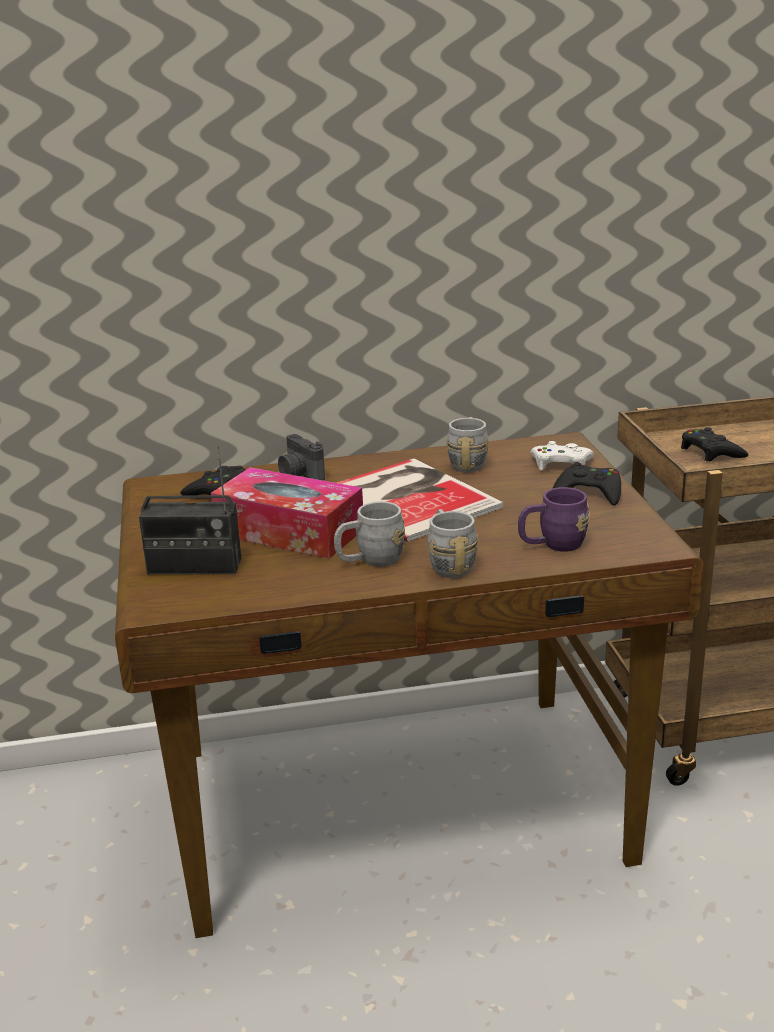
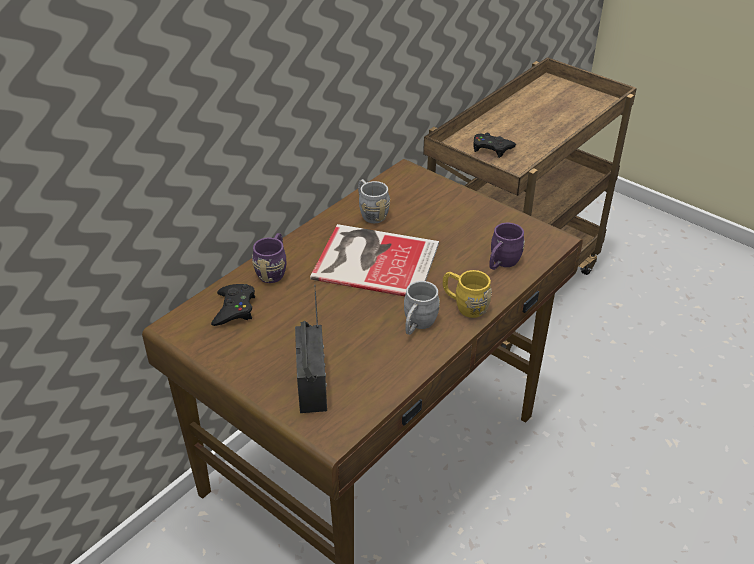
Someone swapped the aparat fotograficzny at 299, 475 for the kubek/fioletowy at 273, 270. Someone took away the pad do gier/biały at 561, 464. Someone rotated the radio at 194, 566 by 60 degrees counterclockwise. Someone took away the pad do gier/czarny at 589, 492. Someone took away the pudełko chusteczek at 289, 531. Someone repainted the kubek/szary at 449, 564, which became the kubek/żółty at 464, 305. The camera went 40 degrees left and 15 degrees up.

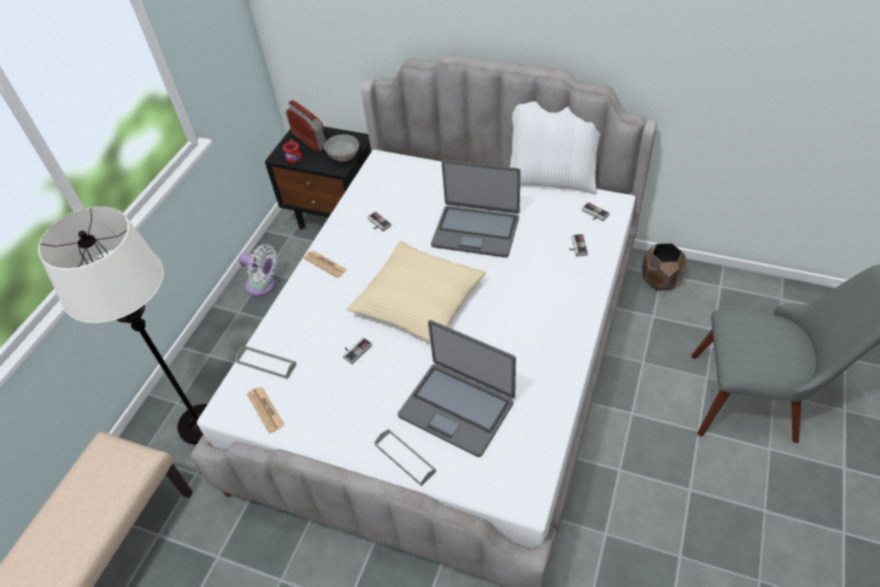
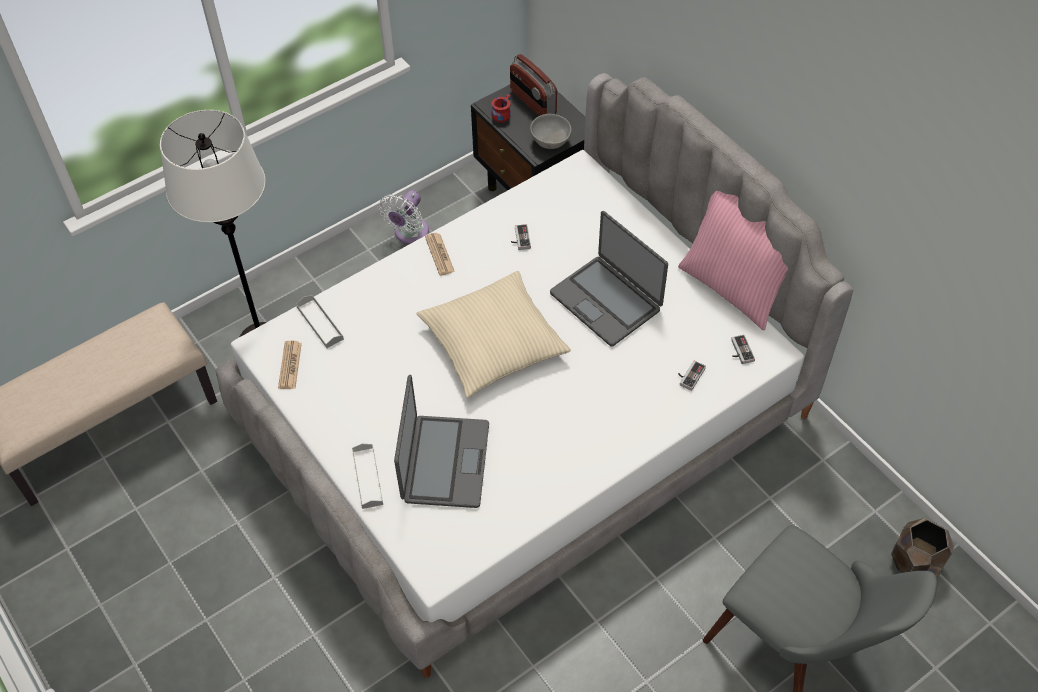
Someone rotated the radio at 310, 140 by 150 degrees clockwise. Someone repainted the poduszka/biały at 552, 179, which became the poduszka/różowy at 733, 288. Someone carried the donica/brązowy from 660, 280 to 916, 562. Someone rotated the wentylator/biały at 263, 285 by 60 degrees clockwise. Someone rotated the laptop at 457, 408 by 150 degrees counterclockwise. Someone took away the pad do gier at 355, 350. The camera went 30 degrees right and 5 degrees up.

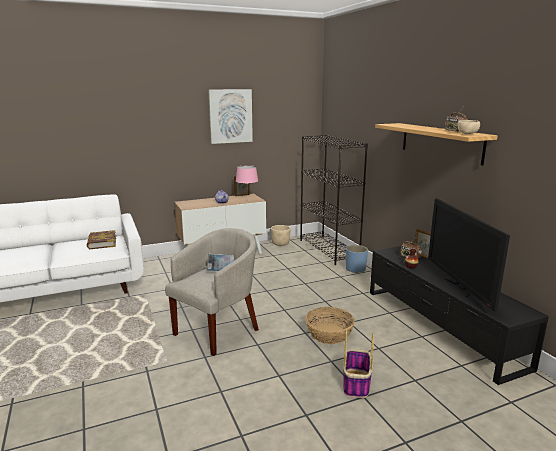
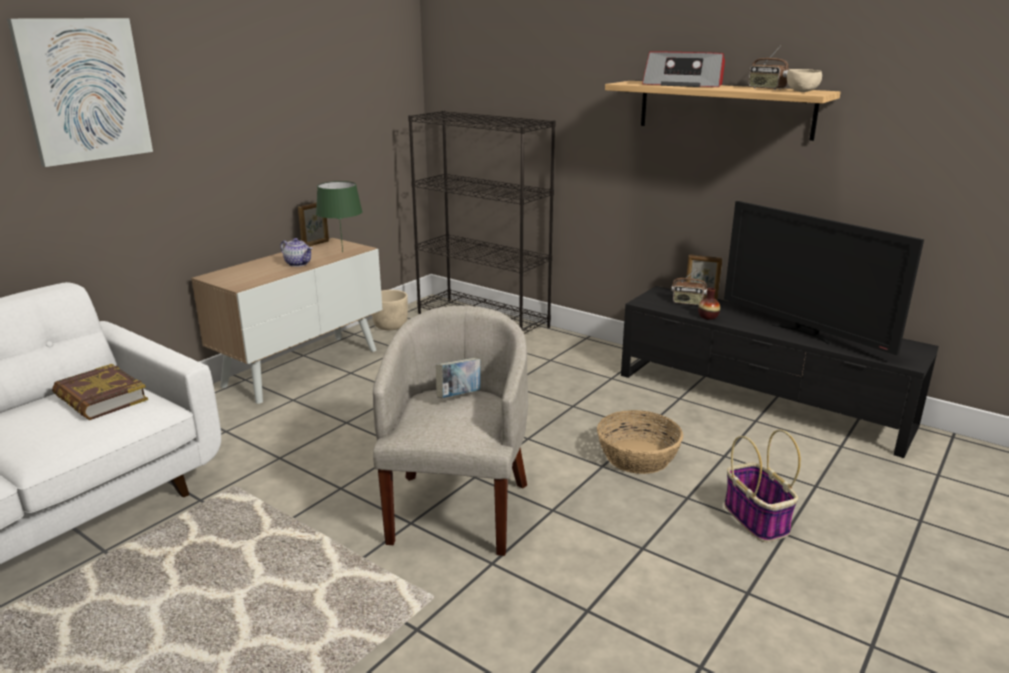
Someone carried the obraz from 230, 116 to 84, 90. Someone repainted the lampa stołowa/różowy at 247, 200, which became the lampa stołowa/zielony at 343, 252. Someone took away the donica/niebieski at 355, 269. Someone put down the radio at 684, 85. The camera went 30 degrees left and 5 degrees up.

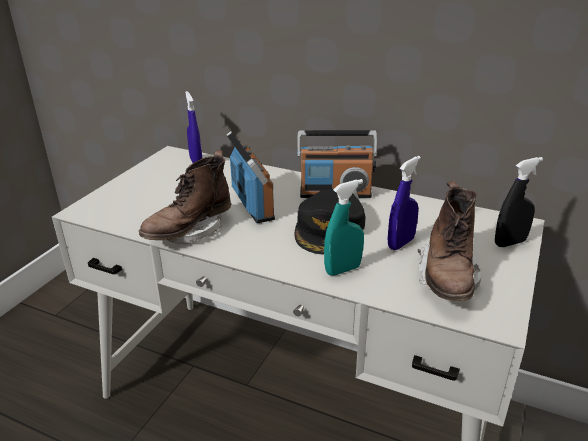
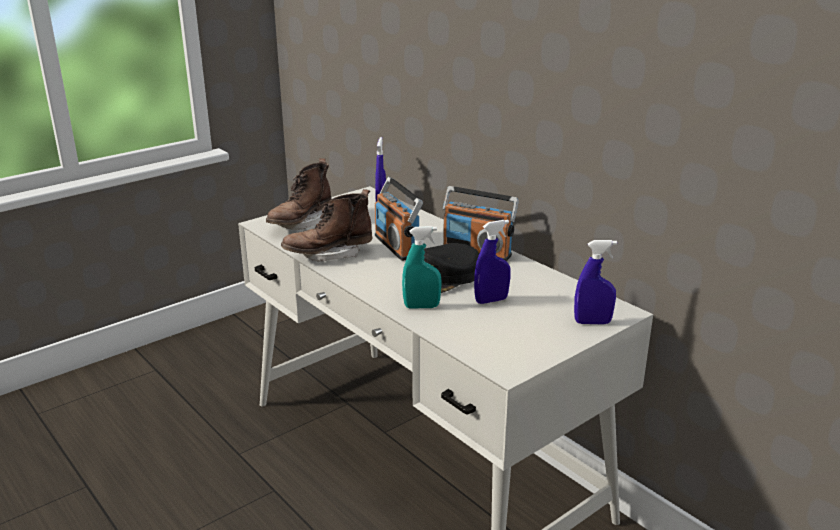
Someone rotated the radio at 253, 205 by 150 degrees clockwise. Someone repainted the spryskiwacz/czarny at 510, 243, which became the spryskiwacz/niebieski at 592, 322. Someone carried the but z cholewką/brązowy from 447, 279 to 301, 223. The camera went 25 degrees right and 5 degrees down.

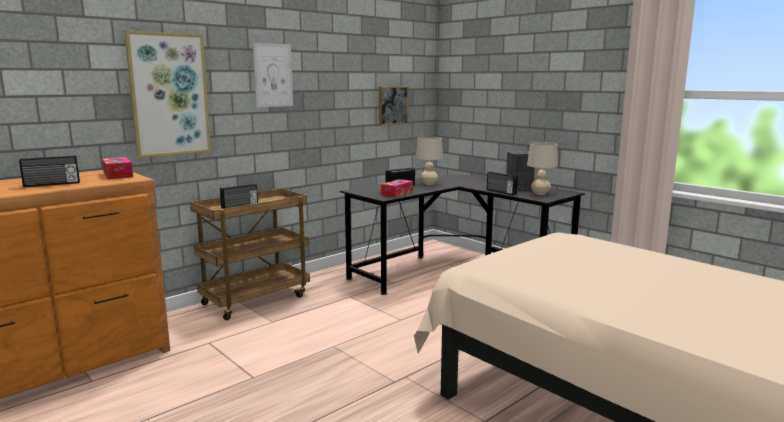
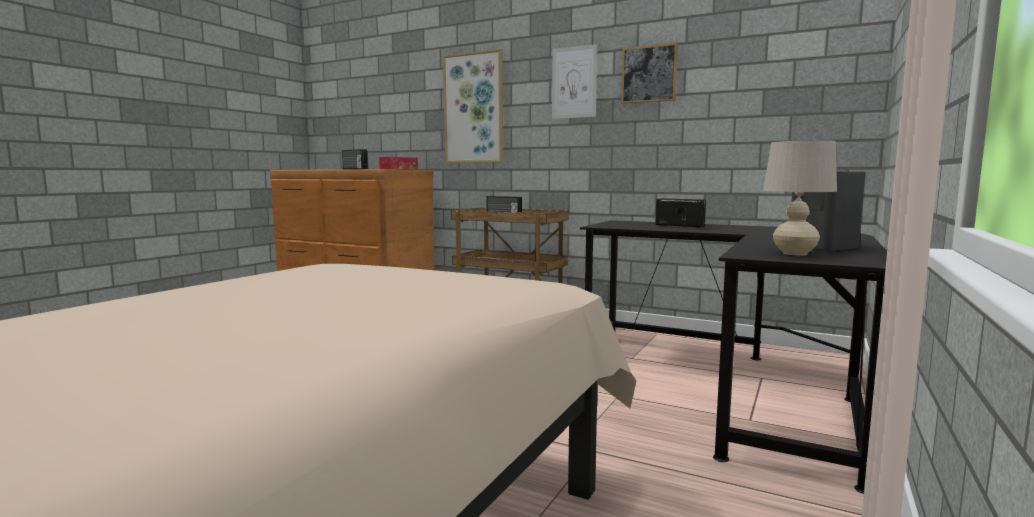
Someone carried the obraz from 392, 105 to 649, 74. Someone took away the lampa stołowa/beżowy at 428, 184. Someone took away the radio at 501, 192. Someone took away the pudełko chusteczek at 397, 193. The camera went 70 degrees right and 5 degrees down.

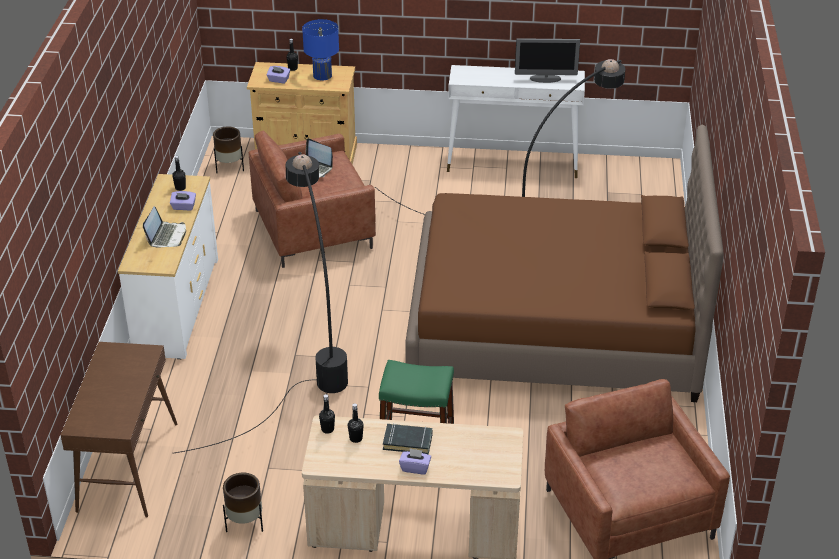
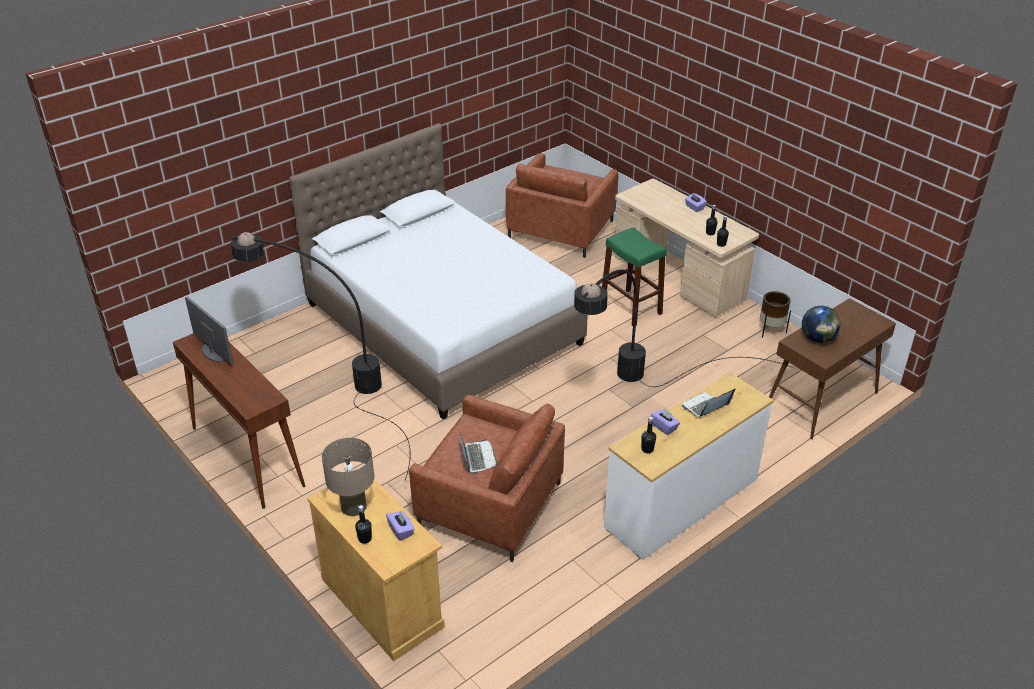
Someone repainted the lampa stołowa/niebieski at 322, 75, which became the lampa stołowa/beżowy at 353, 506. Someone repainted the stolik konsolowy/biały at 513, 163, which became the stolik konsolowy/brązowy at 246, 456. Someone repainted the łóżko/brązowy at 554, 325, which became the łóżko/biały at 443, 323. Someone took away the donica/brązowy at 230, 167. Someone took away the książka/czarny at 407, 441. Someone put down the globus at 817, 338. The camera went 135 degrees left and 0 degrees up.

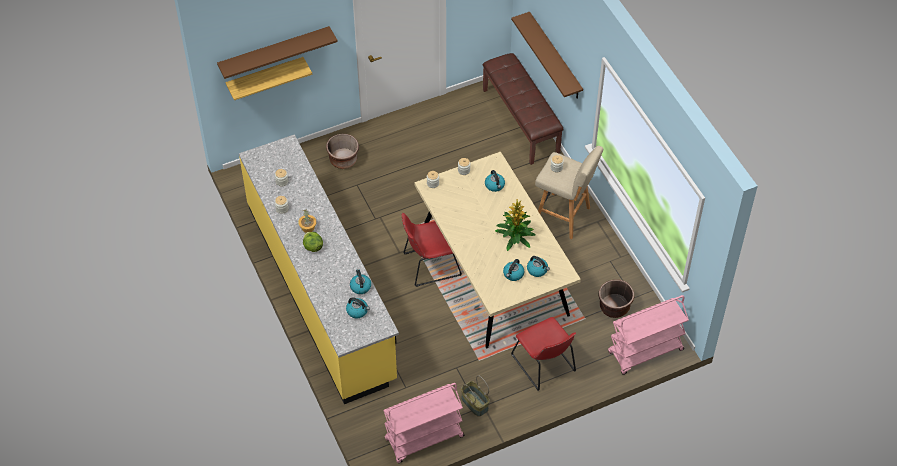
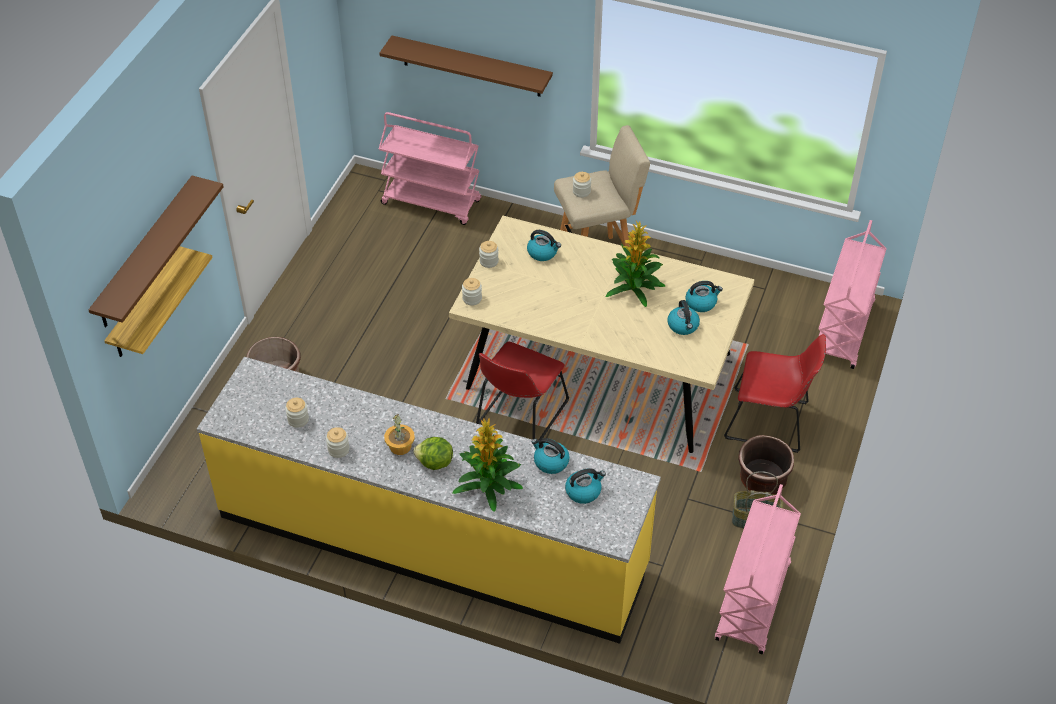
Someone swapped the ławka/brązowy at 521, 121 for the wózek/różowy at 432, 202. Someone carried the donica/brązowy from 614, 307 to 762, 480. Someone put down the roślina doniczkowa at 489, 485. The camera went 45 degrees left and 5 degrees down.

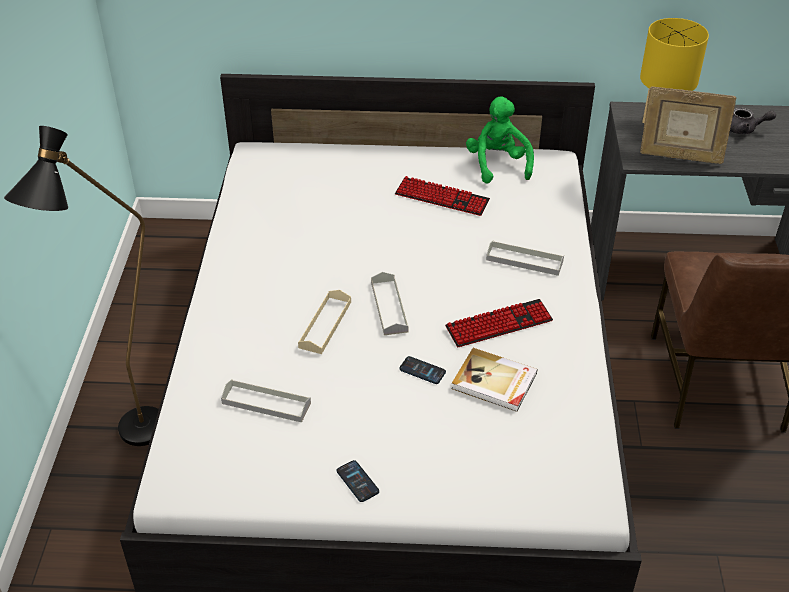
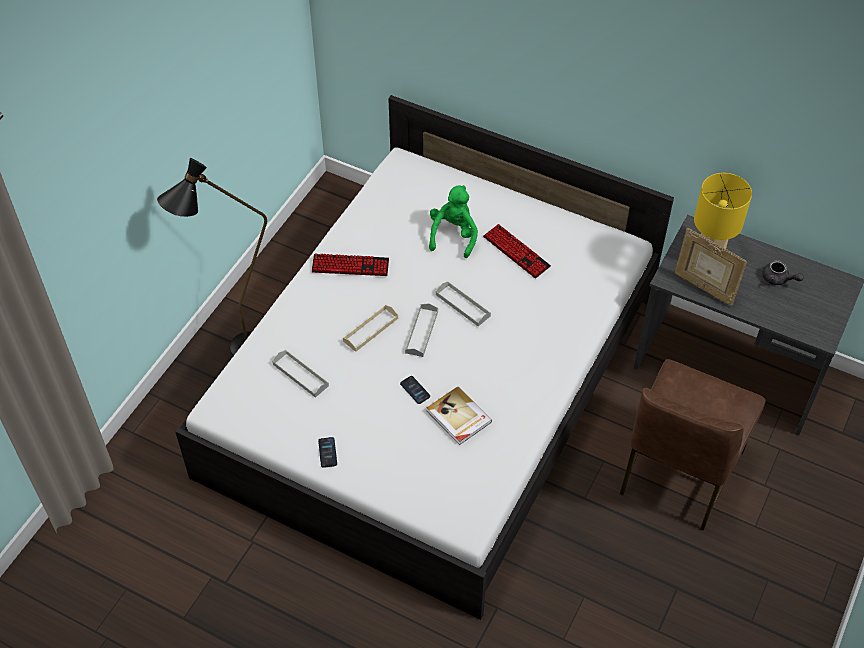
Someone carried the pluszak/zielony from 498, 164 to 453, 235. Someone carried the taca/szary from 524, 260 to 463, 305. Someone carried the klawiatura from 499, 324 to 350, 266. The camera went 25 degrees right and 10 degrees up.

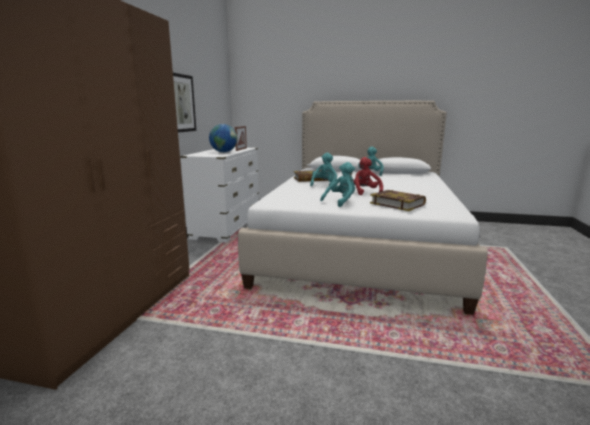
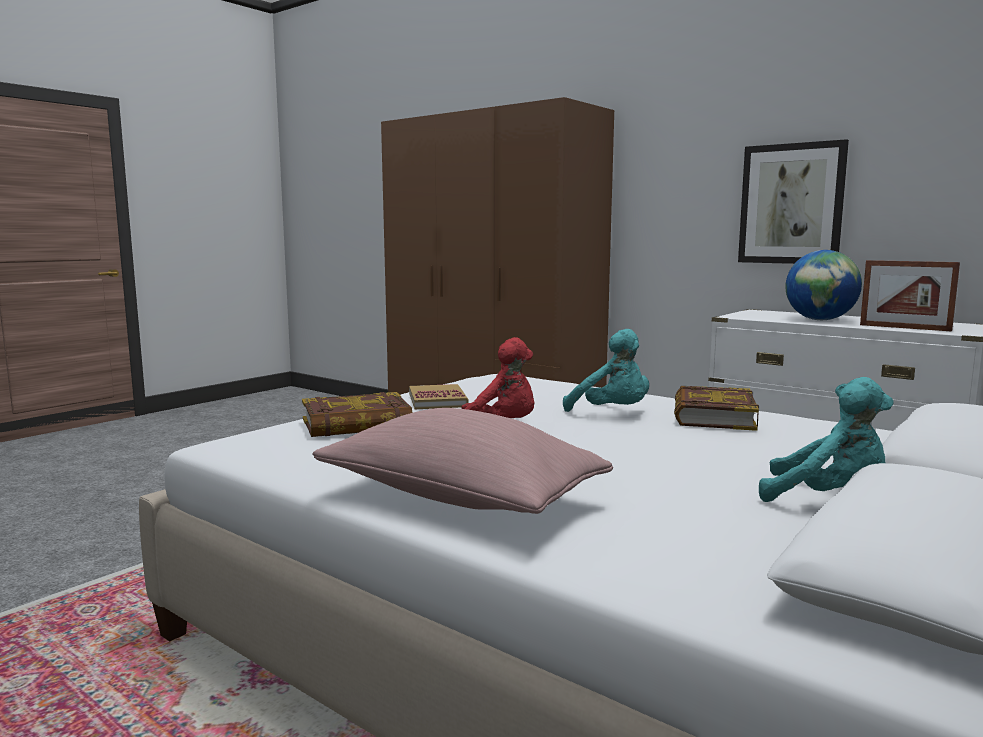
Someone swapped the pluszak/turkusowy at 341, 201 for the książka at 437, 400. Someone put down the poduszka/różowy at 459, 499. The camera went 115 degrees right and 5 degrees down.

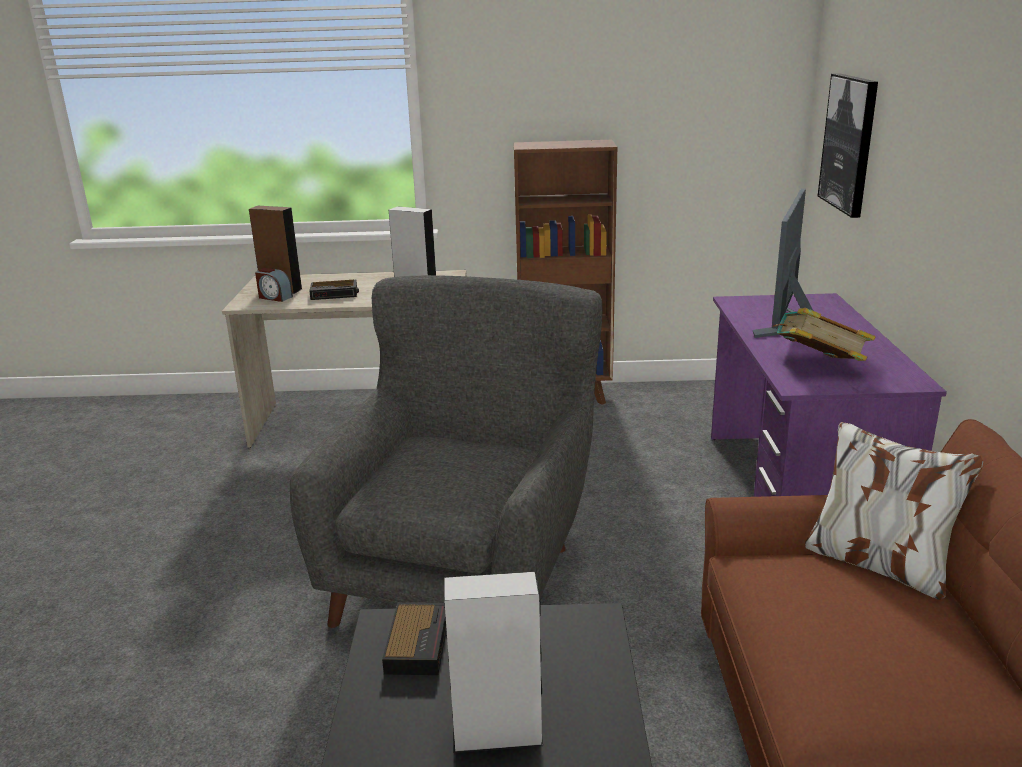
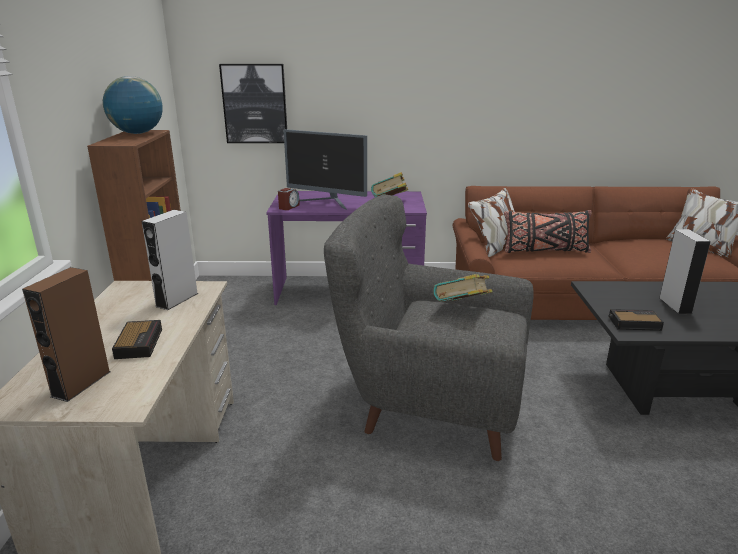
Someone carried the budzik from 274, 297 to 289, 207. Someone put down the globus at 137, 133. Someone put down the poduszka/czarny at 545, 250. Someone put down the książka at 461, 309. The camera went 90 degrees left and 0 degrees up.

